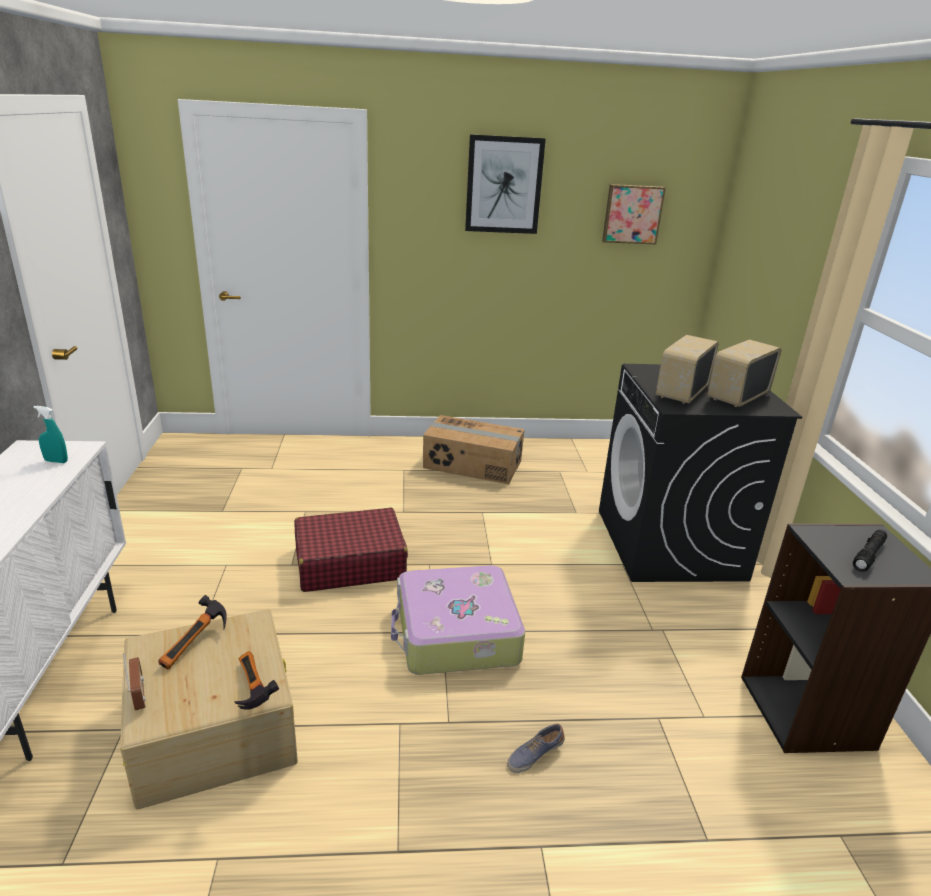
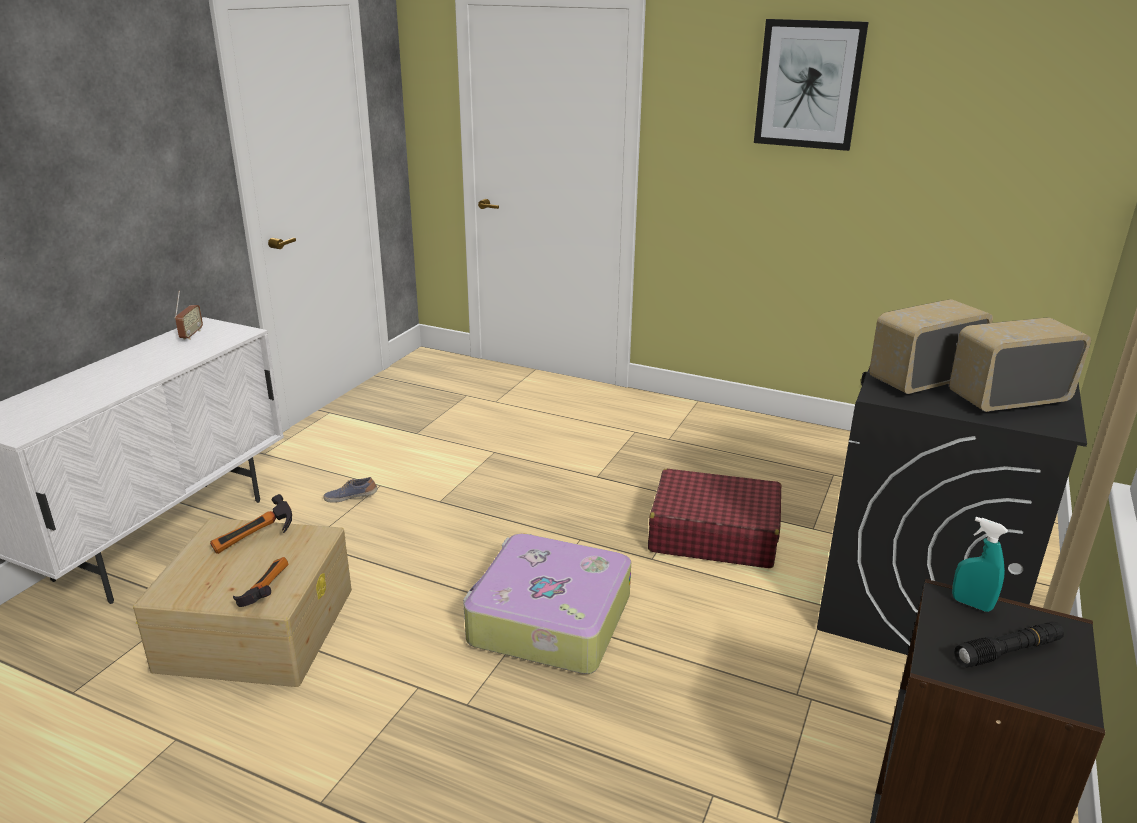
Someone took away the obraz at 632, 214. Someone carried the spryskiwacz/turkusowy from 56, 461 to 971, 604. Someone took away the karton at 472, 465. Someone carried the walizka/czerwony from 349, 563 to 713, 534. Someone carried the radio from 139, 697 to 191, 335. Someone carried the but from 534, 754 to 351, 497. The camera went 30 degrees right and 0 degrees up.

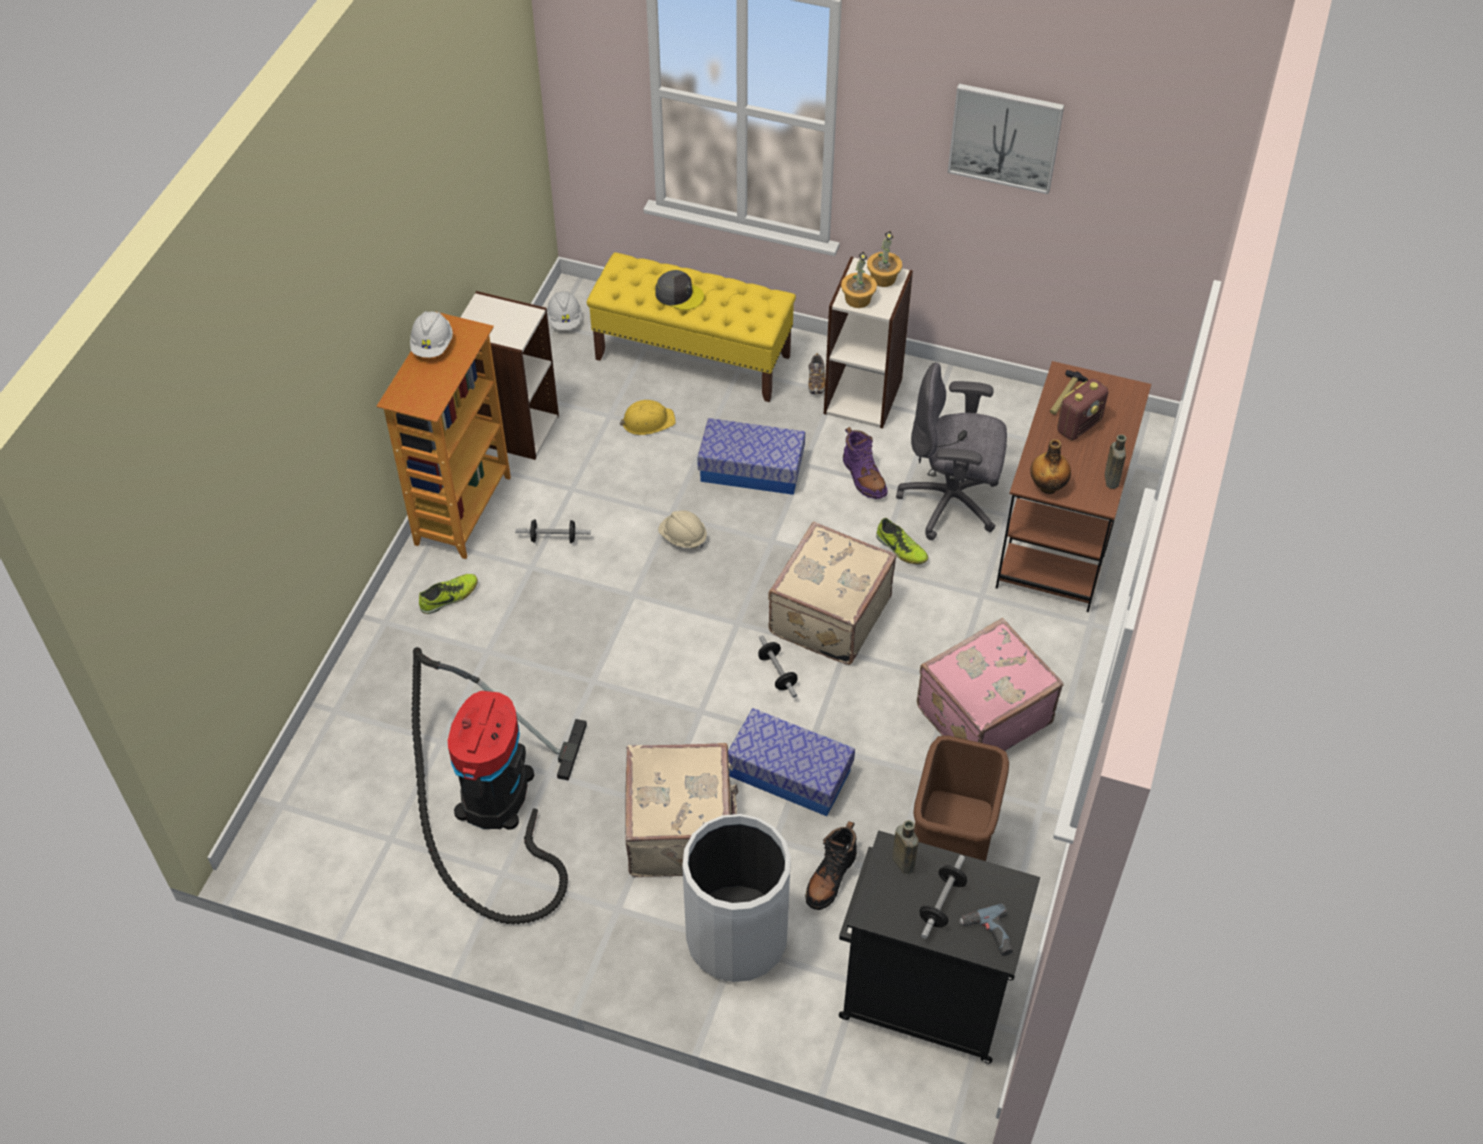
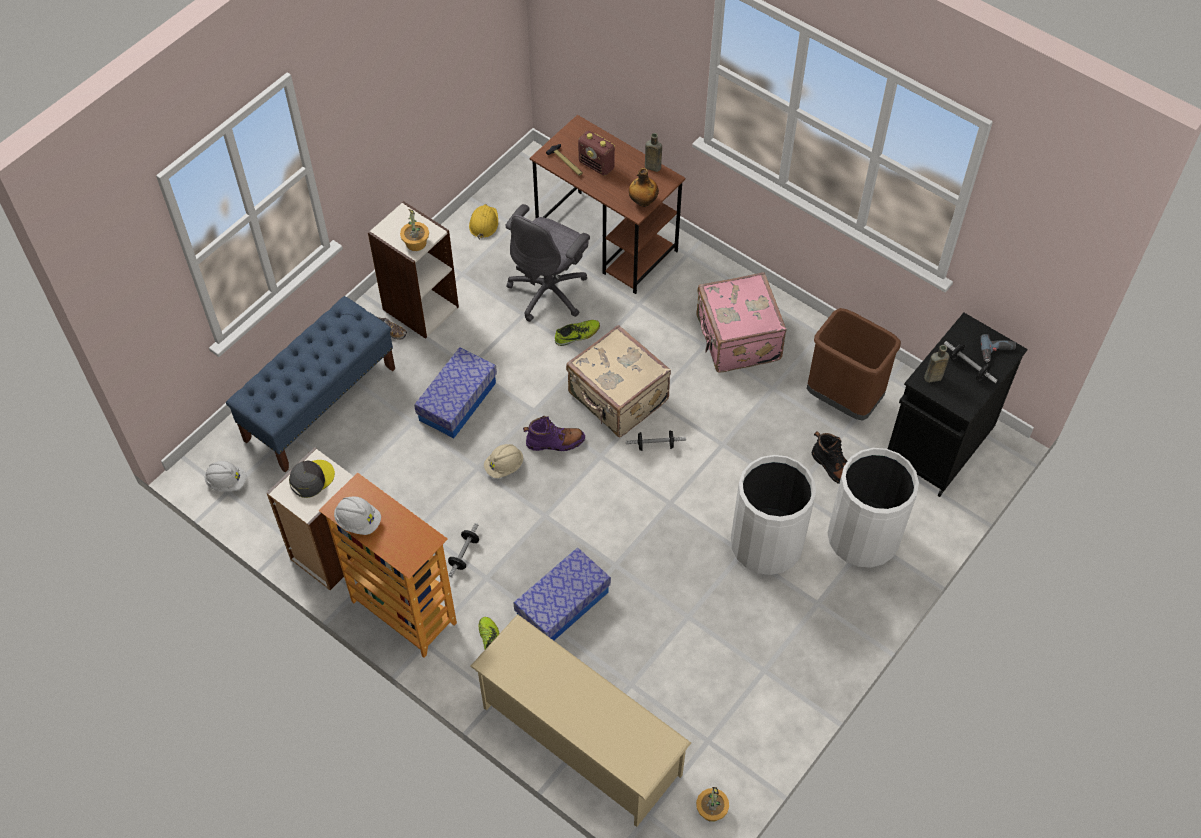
Someone took away the obraz at 1005, 137. Someone carried the roślina doniczkowa from 883, 278 to 711, 810. Someone repainted the ławka/żółty at 693, 357, which became the ławka/niebieski at 320, 404. Someone carried the czapka z daszkiem/szary from 679, 294 to 311, 479. Someone rotated the radio at 1079, 425 by 150 degrees clockwise. Someone carried the kask/żółty from 647, 421 to 483, 223. Someone carried the but z cholewką/fioletowy from 863, 477 to 555, 442. Someone took away the odkurzacz at 494, 804. Someone carried the pojemnik do przechowywania from 789, 774 to 562, 604. Someone swapped the walizka/beżowy at 682, 829 for the kosz na śmieci/biały at 766, 544. Someone put down the regał na buty/beżowy at 579, 740. The camera went 70 degrees left and 5 degrees up.

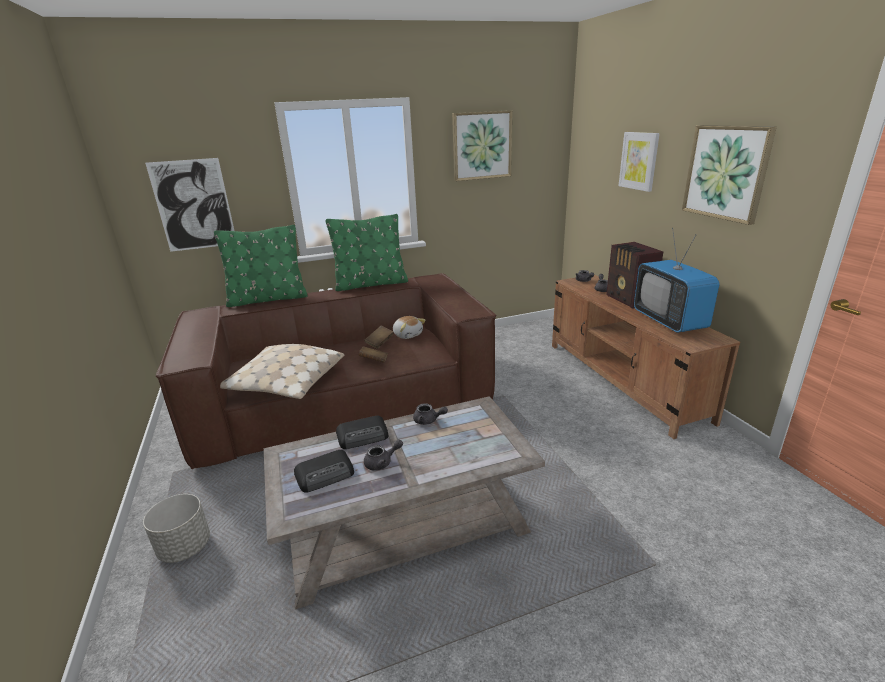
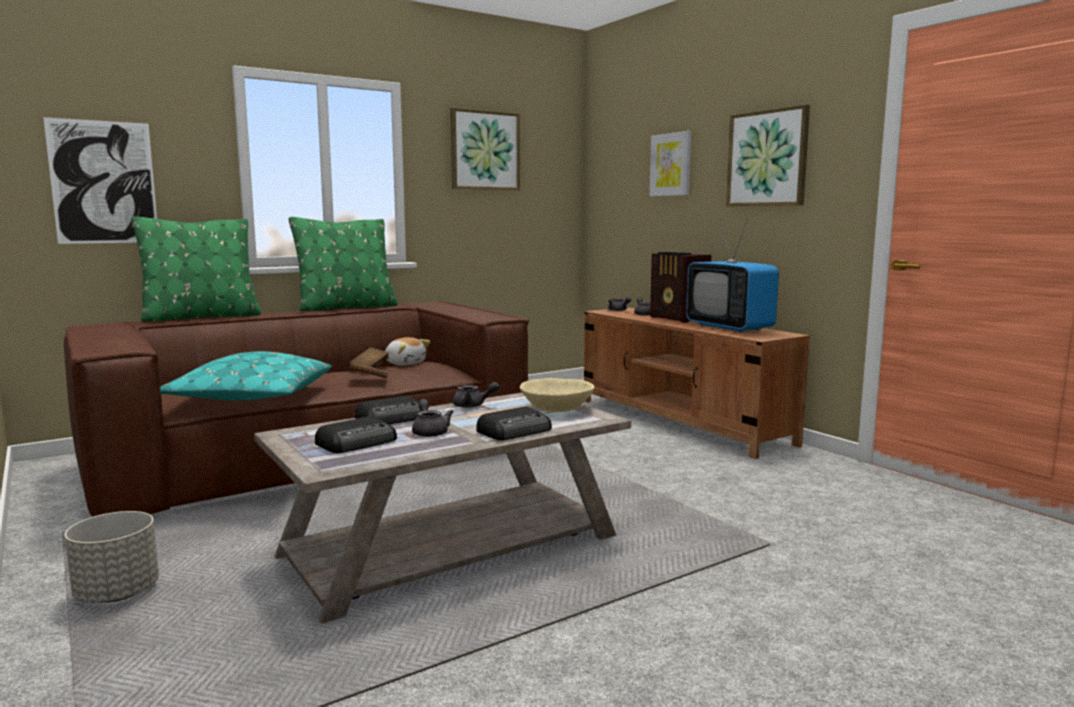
Someone repainted the poduszka/beżowy at 286, 383, which became the poduszka/turkusowy at 250, 399. Someone rotated the imbryk/szary at 382, 463 by 75 degrees counterclockwise. Someone put down the miska/beżowy at 556, 409. Someone put down the radio at 516, 431. The camera went 15 degrees left and 15 degrees down.

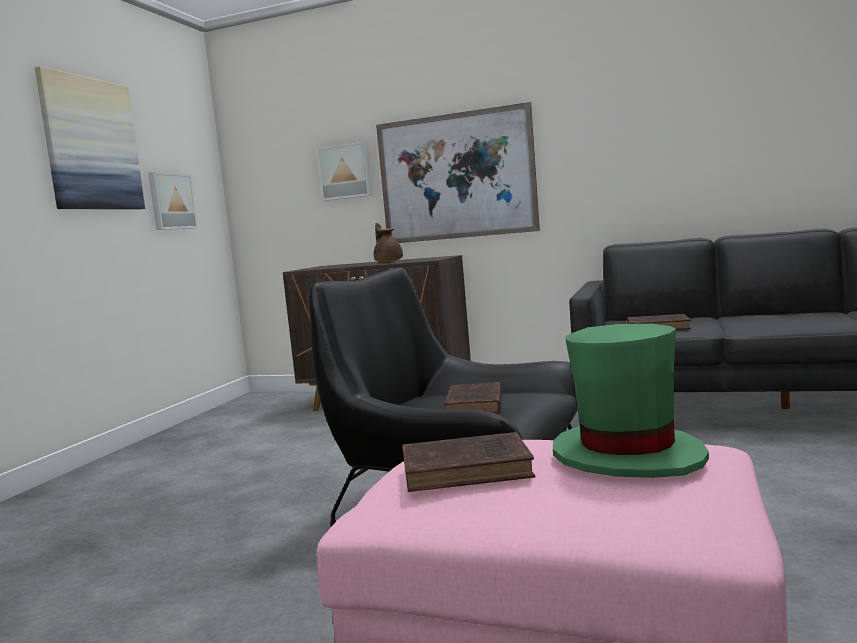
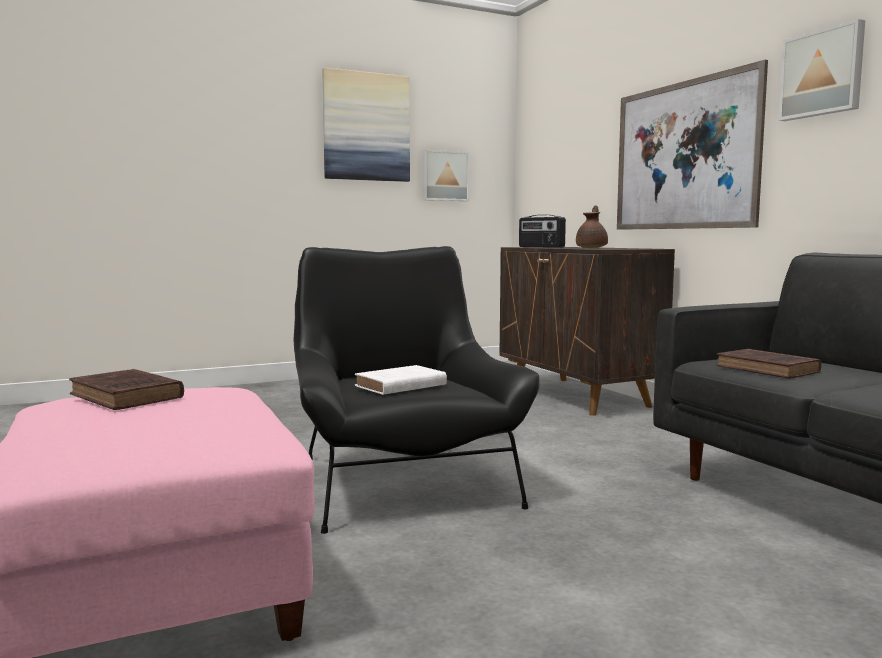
Someone carried the obraz from 345, 171 to 822, 73. Someone took away the kapelusz/zielony at 627, 455. Someone repainted the książka/brązowy at 474, 405, which became the książka/biały at 398, 386. Someone put down the radio at 541, 247. The camera went 45 degrees right and 0 degrees up.

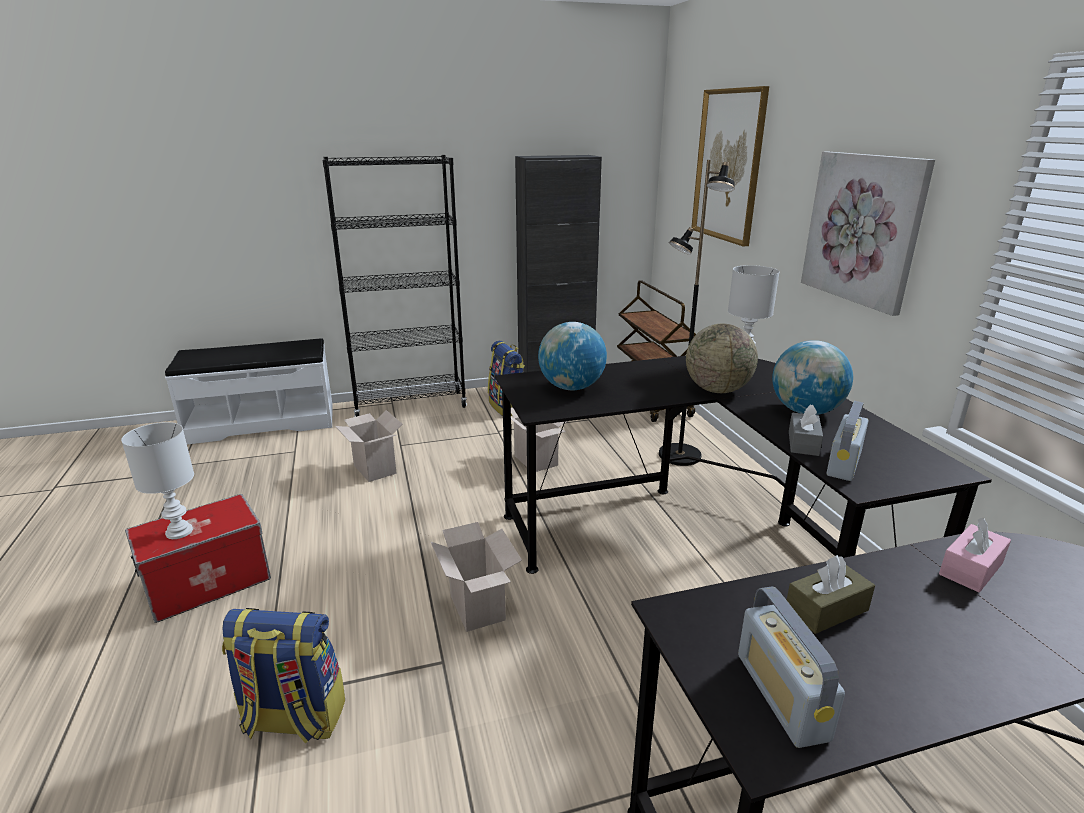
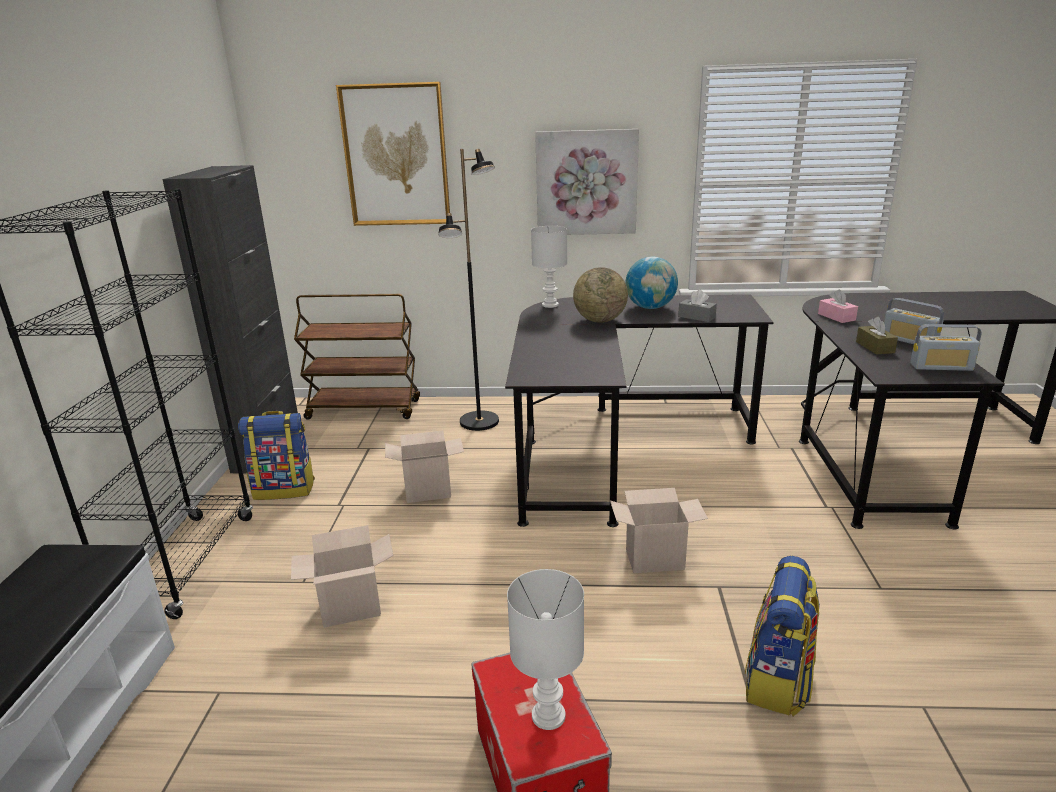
Someone took away the globus at 571, 387. Someone carried the radio from 844, 463 to 909, 340. The camera went 70 degrees left and 0 degrees up.

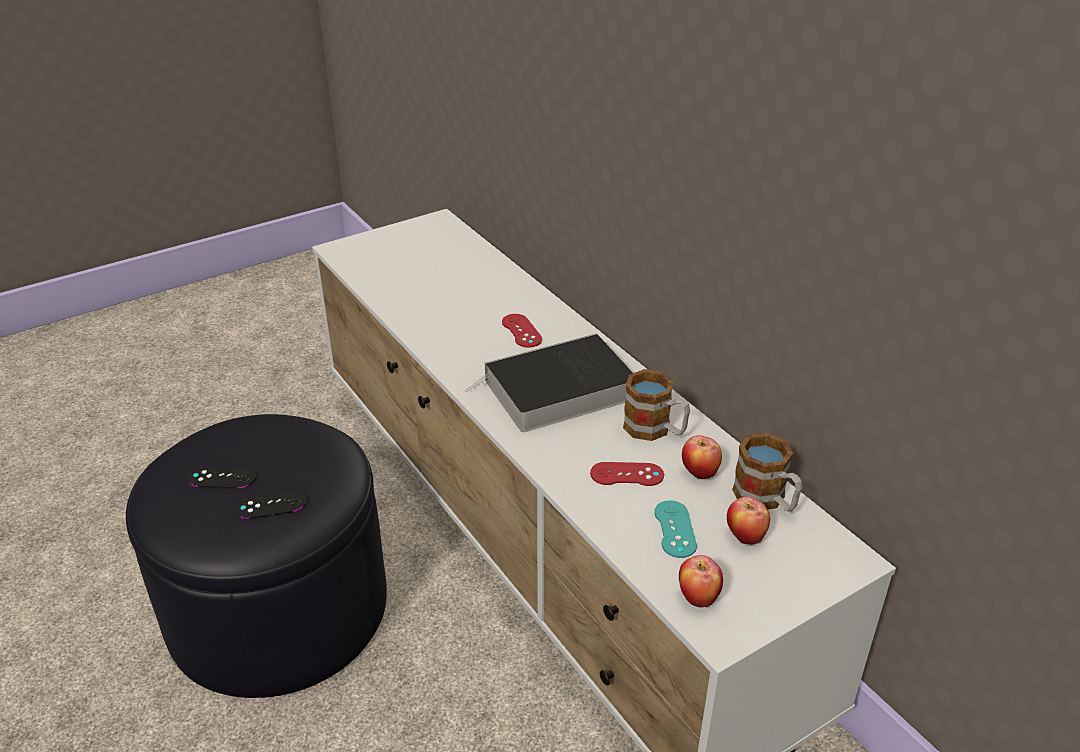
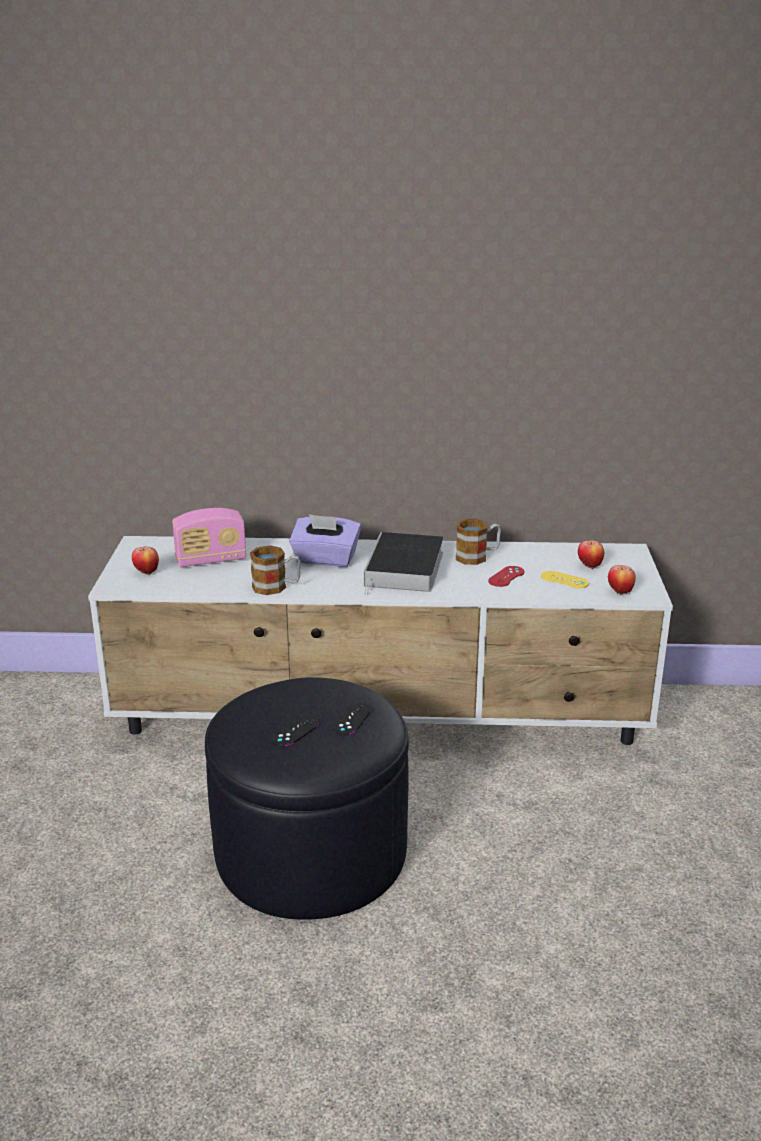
Someone swapped the pad do gier/czerwony at 521, 331 for the pudełko chusteczek/fioletowy at 325, 559. Someone carried the kubek from 766, 500 to 276, 587. Someone carried the jabłko from 699, 473 to 146, 572. Someone repainted the pad do gier/turkusowy at 675, 529, which became the pad do gier/żółty at 564, 580. Someone put down the radio at 211, 560. The camera went 55 degrees left and 10 degrees down.

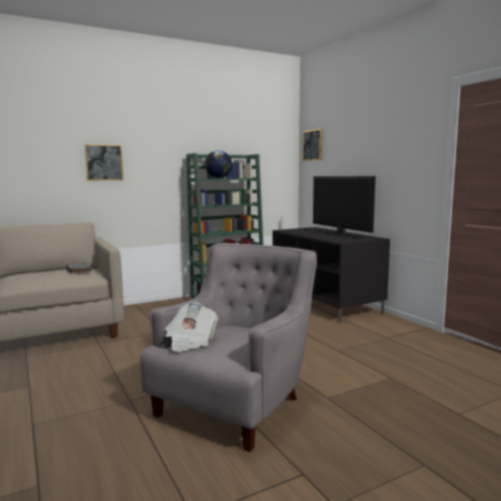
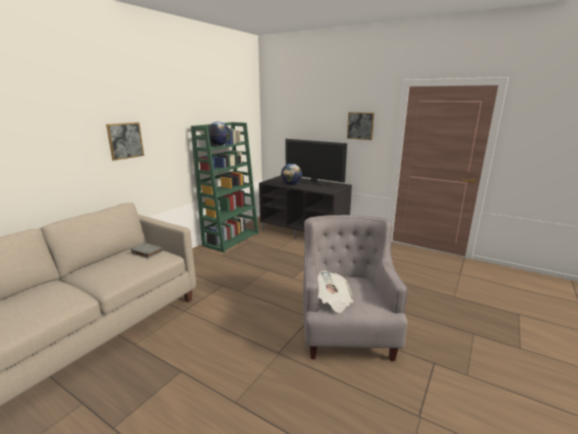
Someone carried the obraz from 312, 145 to 360, 125. Someone put down the globus at 291, 184. The camera went 30 degrees left and 10 degrees up.

